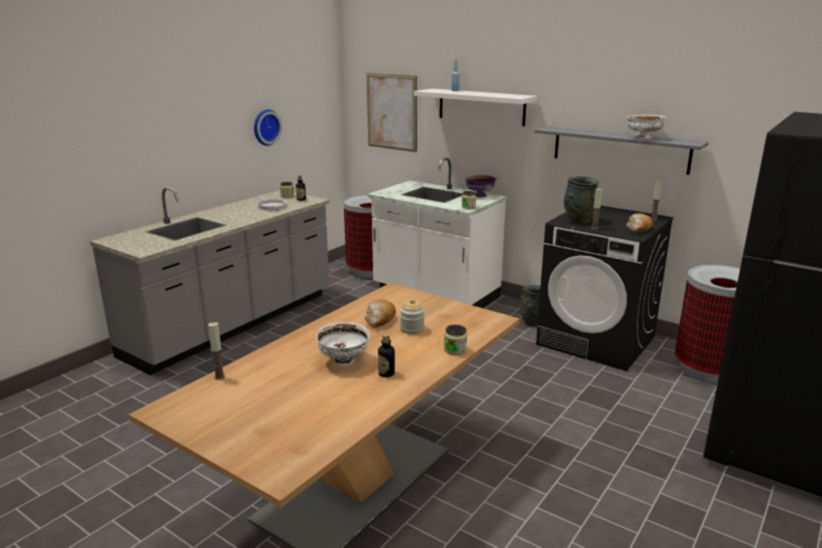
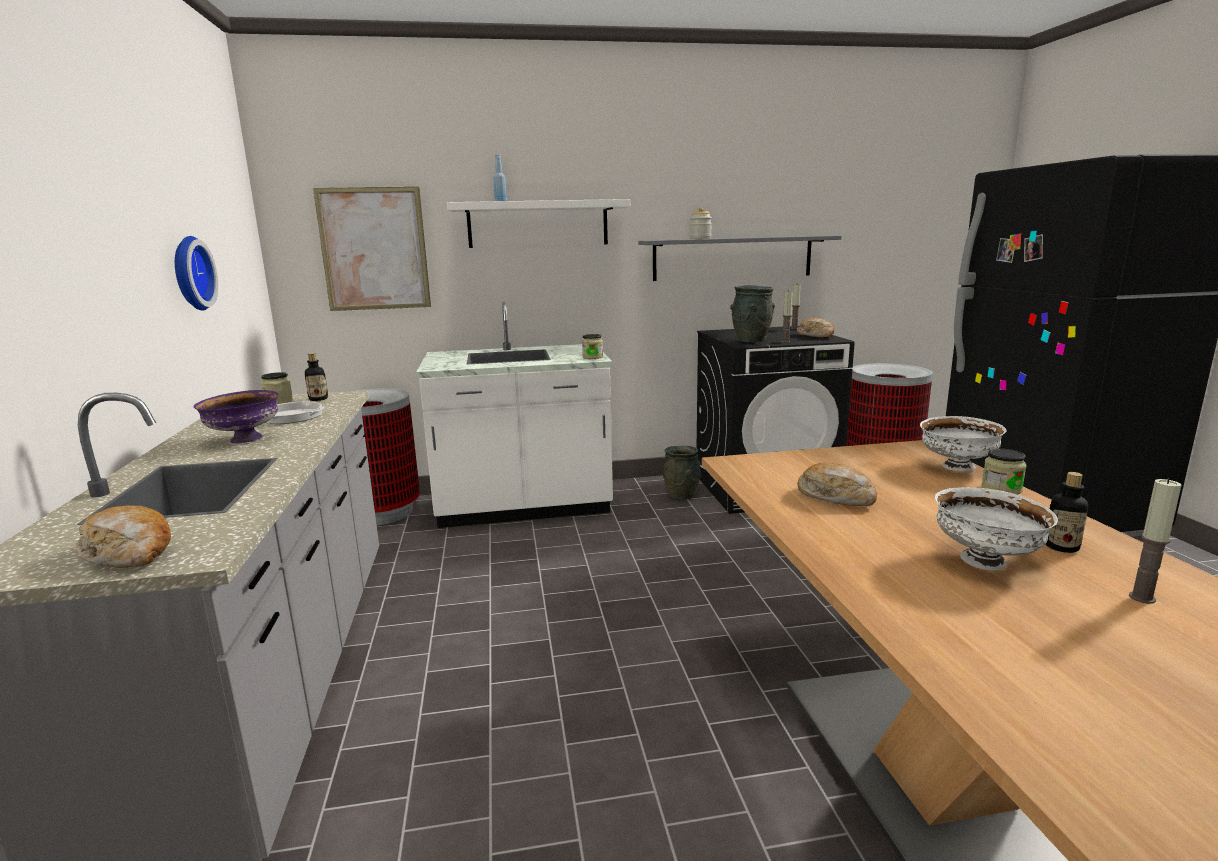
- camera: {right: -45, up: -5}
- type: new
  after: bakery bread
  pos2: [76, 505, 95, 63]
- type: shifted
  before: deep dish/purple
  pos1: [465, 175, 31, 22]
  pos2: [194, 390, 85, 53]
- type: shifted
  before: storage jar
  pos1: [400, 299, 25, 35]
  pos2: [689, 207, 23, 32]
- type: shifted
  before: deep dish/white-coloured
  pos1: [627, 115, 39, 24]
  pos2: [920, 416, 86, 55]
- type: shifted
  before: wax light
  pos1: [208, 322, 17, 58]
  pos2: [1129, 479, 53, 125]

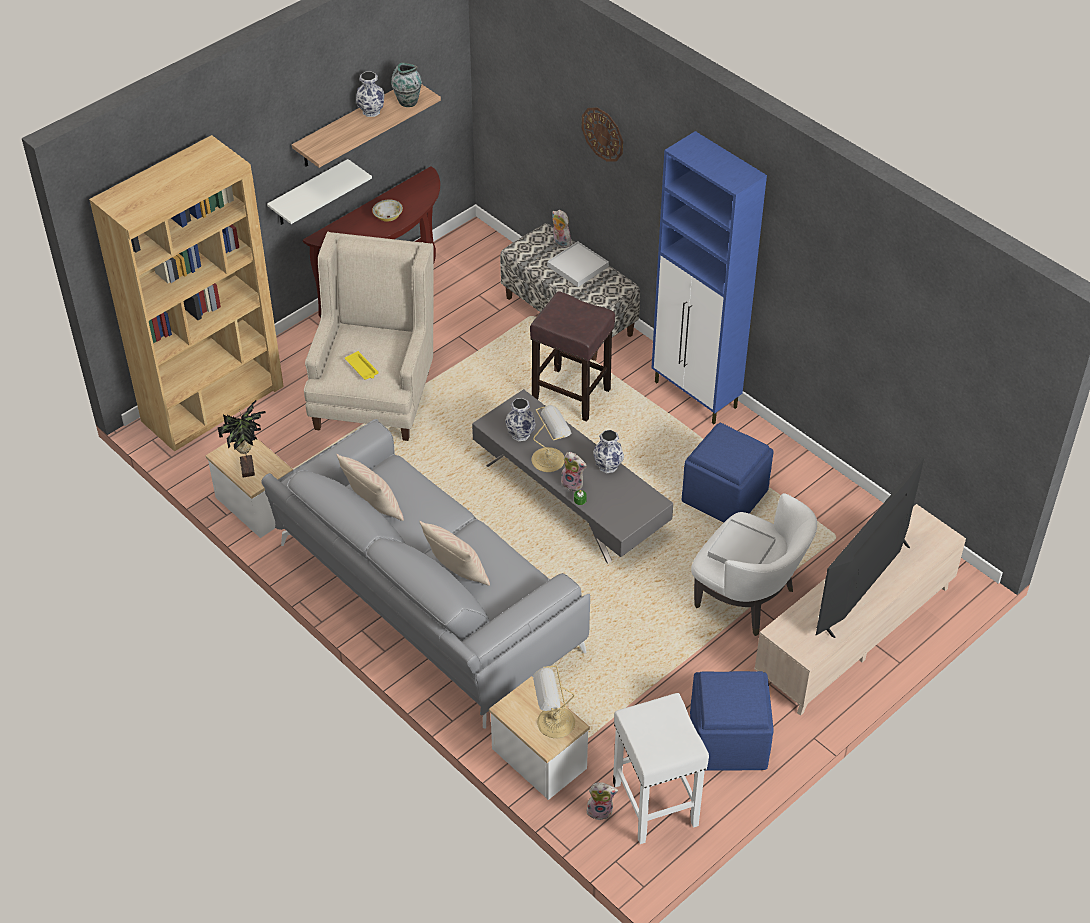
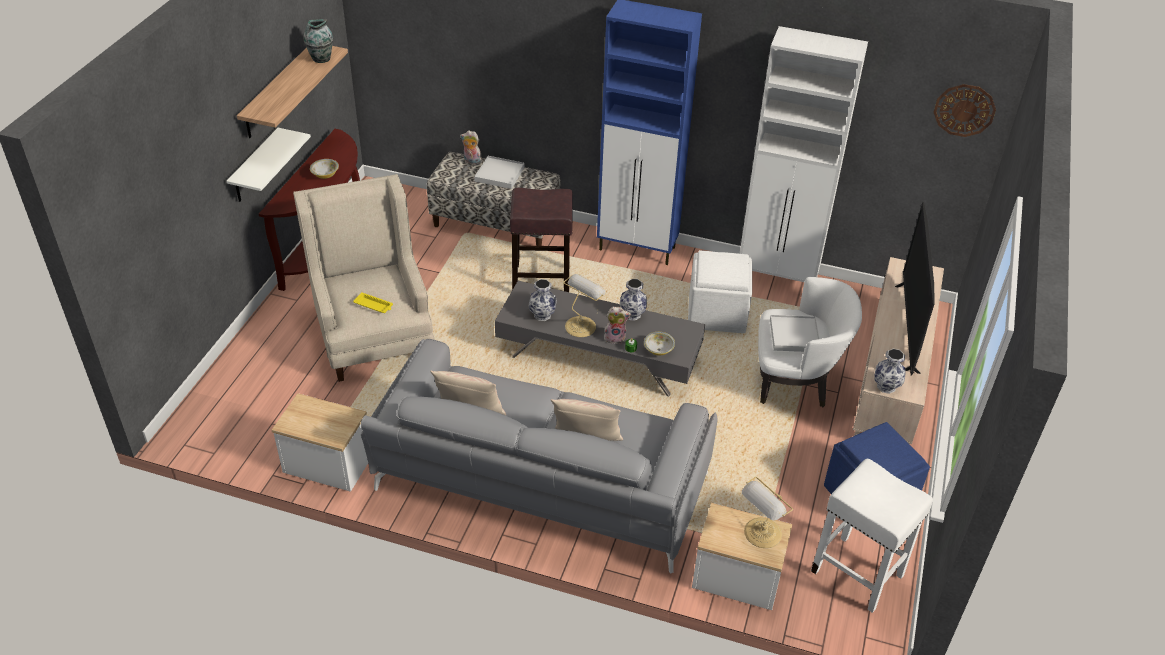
- camera: {right: -30, up: -5}
- type: new
  after: deep dish
  pos2: [644, 332, 31, 24]
- type: repainted
  before: footrest/blue
  after: footrest/white-coloured
  pos1: [681, 423, 92, 100]
  pos2: [688, 250, 64, 83]
- type: new
  after: cabinet/white-coloured
  pos2: [740, 26, 128, 256]
- type: shifted
  before: vase
  pos1: [356, 72, 29, 45]
  pos2: [875, 349, 31, 45]
- type: shifted
  before: hanging clock
  pos1: [582, 107, 41, 54]
  pos2: [934, 84, 62, 53]
- type: gone
  before: bookshelf/brownish
  pos1: [89, 135, 195, 317]
- type: gone
  before: houseplant
  pos1: [218, 400, 48, 77]
- type: gone
  before: plush toy
  pos1: [587, 782, 31, 38]

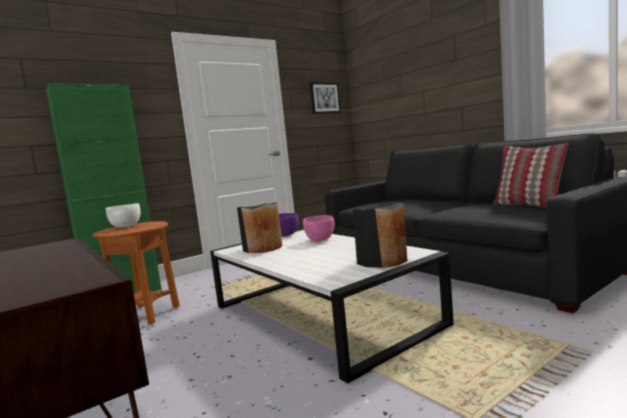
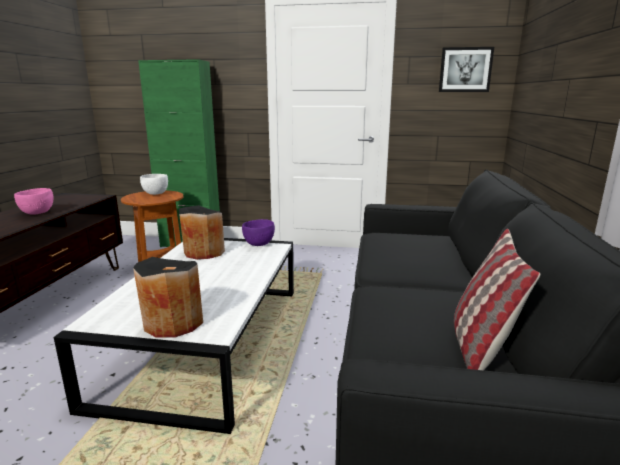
- camera: {right: 45, up: 10}
- type: shifted
  before: deep dish/pink
  pos1: [303, 215, 31, 27]
  pos2: [14, 188, 39, 27]

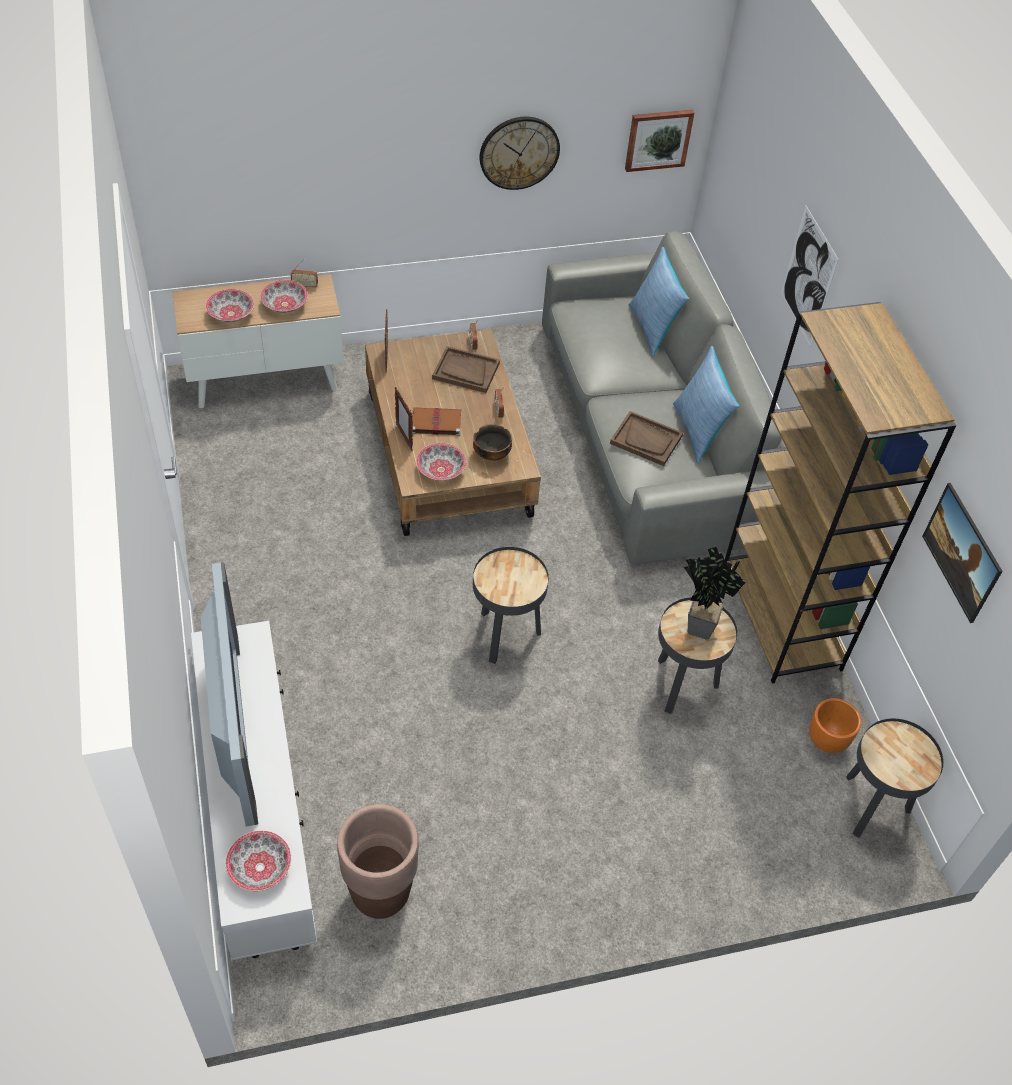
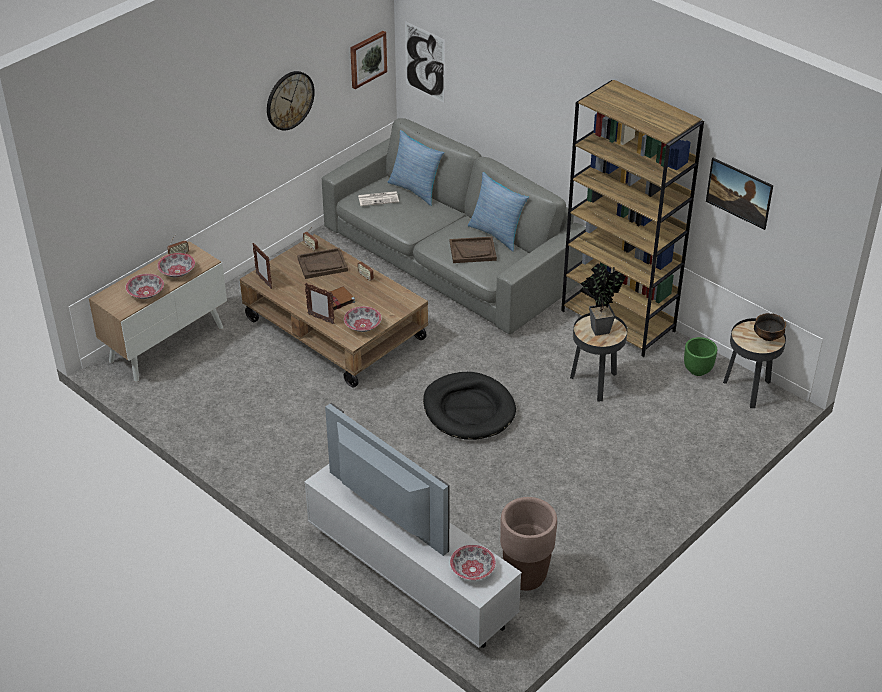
- camera: {right: -30, up: -10}
- type: new
  after: printed paper
  pos2: [358, 191, 41, 15]
- type: shifted
  before: picture
  pos1: [781, 206, 58, 141]
  pos2: [405, 21, 40, 82]
- type: swapped
  before: end table/black-coloured
  after: dog bed/black-coloured
  pos1: [473, 547, 76, 117]
  pos2: [423, 372, 93, 68]
- type: repainted
  before: planter/orange
  after: planter/green
  pos1: [809, 698, 52, 55]
  pos2: [684, 337, 33, 39]
- type: shifted
  before: deep dish
  pos1: [473, 424, 39, 37]
  pos2: [754, 313, 32, 28]

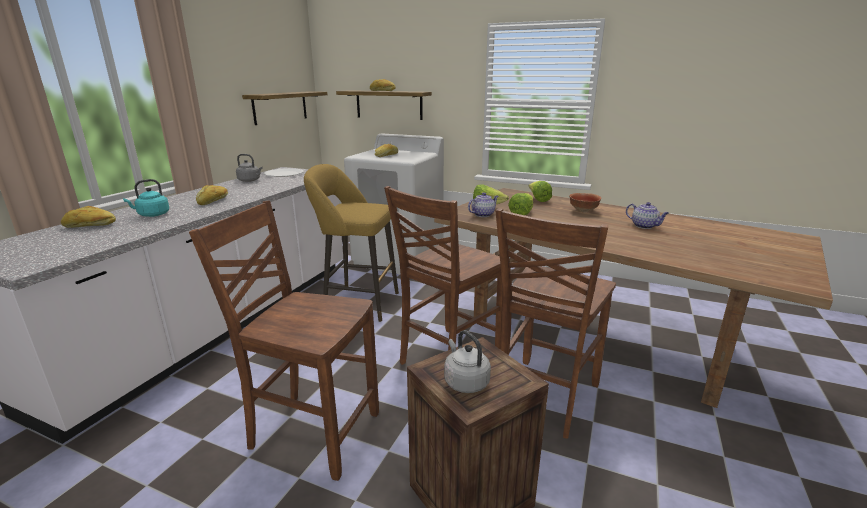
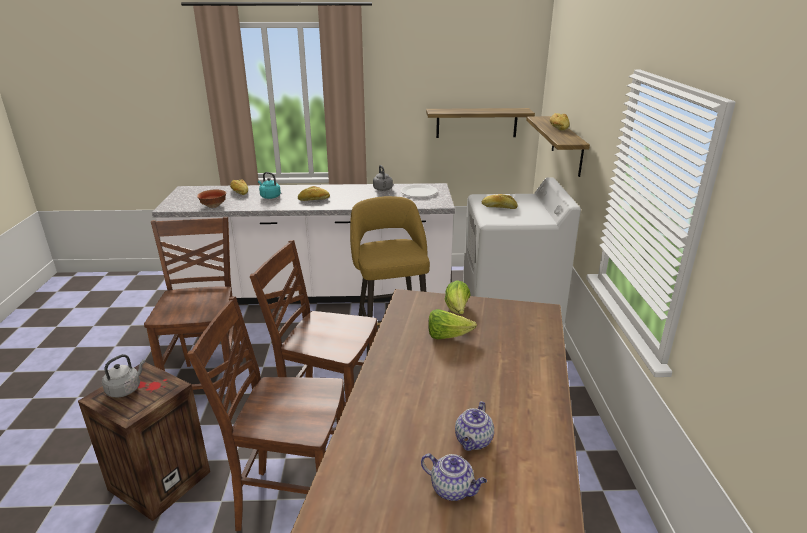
- camera: {right: 65, up: 5}
- type: shifted
  before: deep dish
  pos1: [569, 193, 33, 19]
  pos2: [197, 189, 29, 19]
- type: shifted
  before: pot for tea
  pos1: [468, 192, 31, 25]
  pos2: [421, 454, 66, 47]
- type: gone
  before: head of lettuce
  pos1: [528, 181, 24, 21]

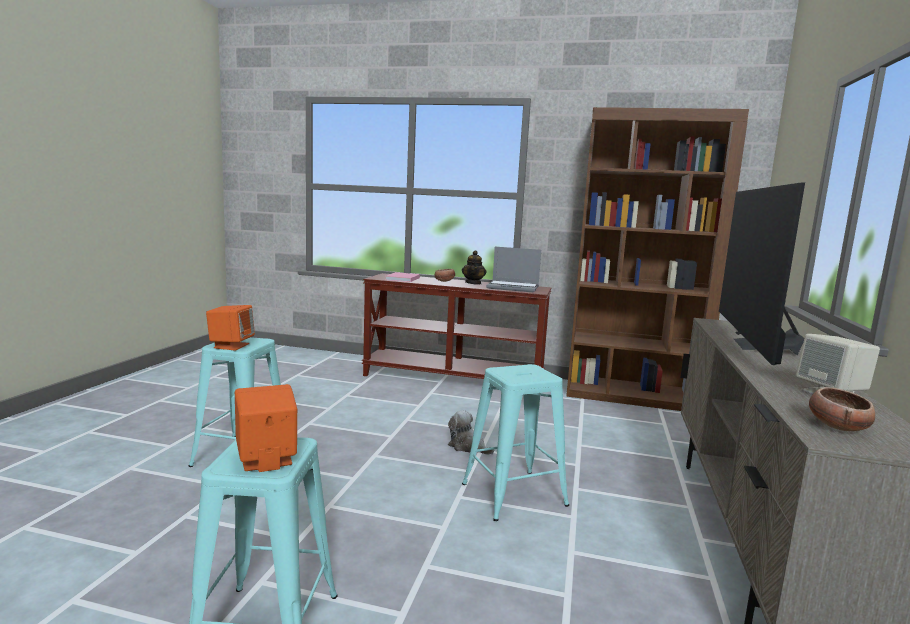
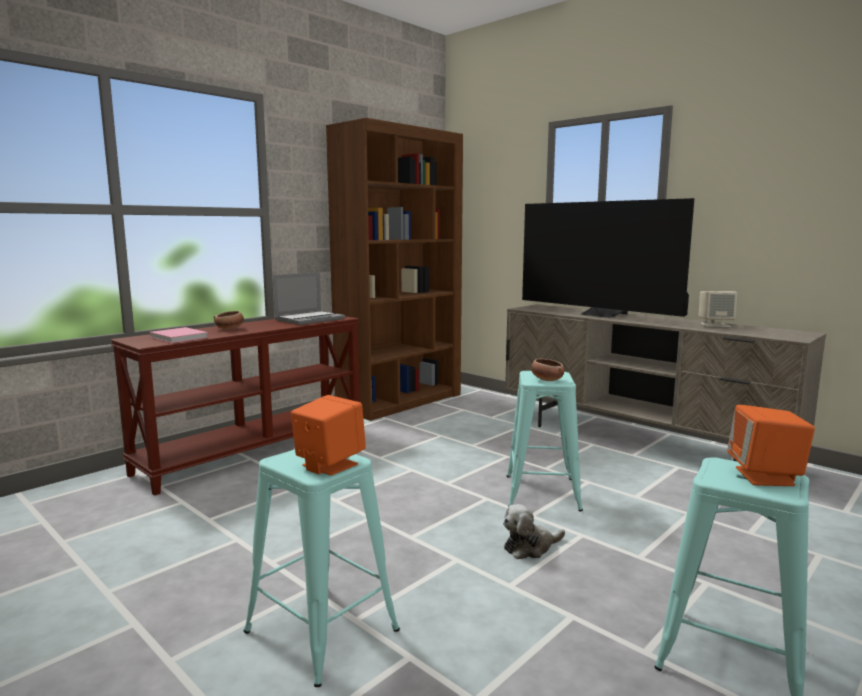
- camera: {right: -60, up: 0}
- type: shifted
  before: plush toy
  pos1: [448, 410, 46, 45]
  pos2: [503, 504, 62, 55]
- type: shifted
  before: deep dish
  pos1: [809, 387, 66, 44]
  pos2: [531, 359, 33, 22]
- type: gone
  before: pot for tea
  pos1: [462, 250, 24, 35]

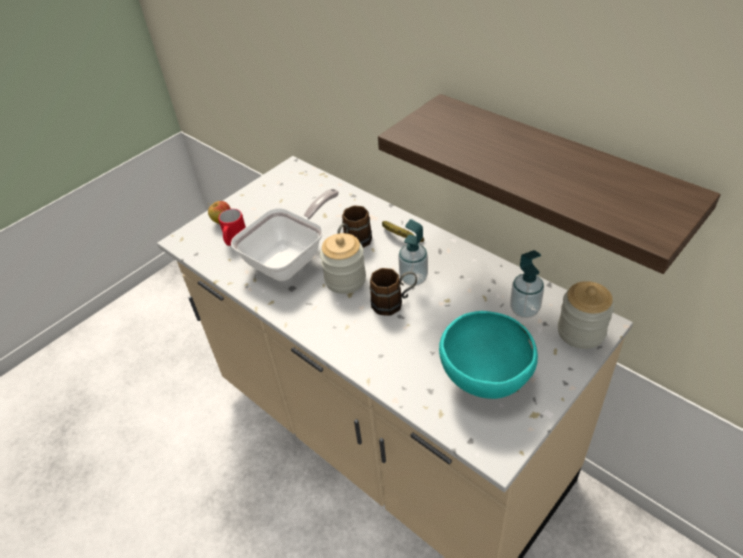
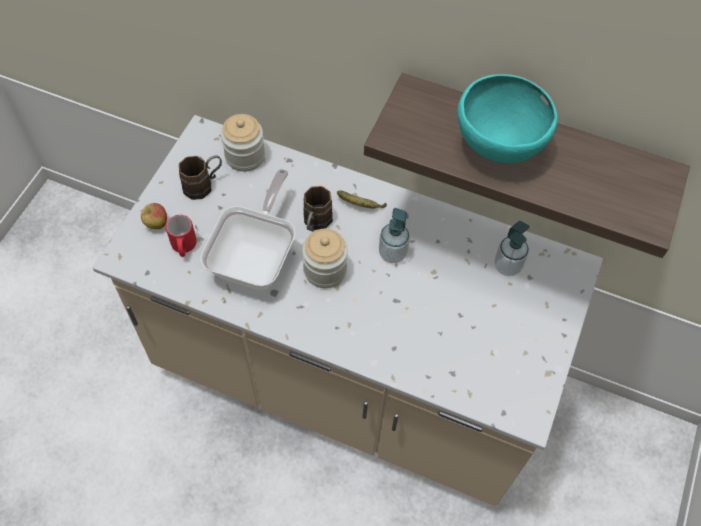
- camera: {right: -25, up: 15}
- type: shifted
  before: coffee mug/brownish
  pos1: [370, 268, 47, 48]
  pos2: [179, 155, 43, 45]
- type: shifted
  before: storage jar
  pos1: [558, 281, 56, 68]
  pos2: [221, 114, 44, 57]
- type: shifted
  before: deep dish/turquoise-coloured
  pos1: [439, 311, 99, 88]
  pos2: [457, 74, 101, 89]

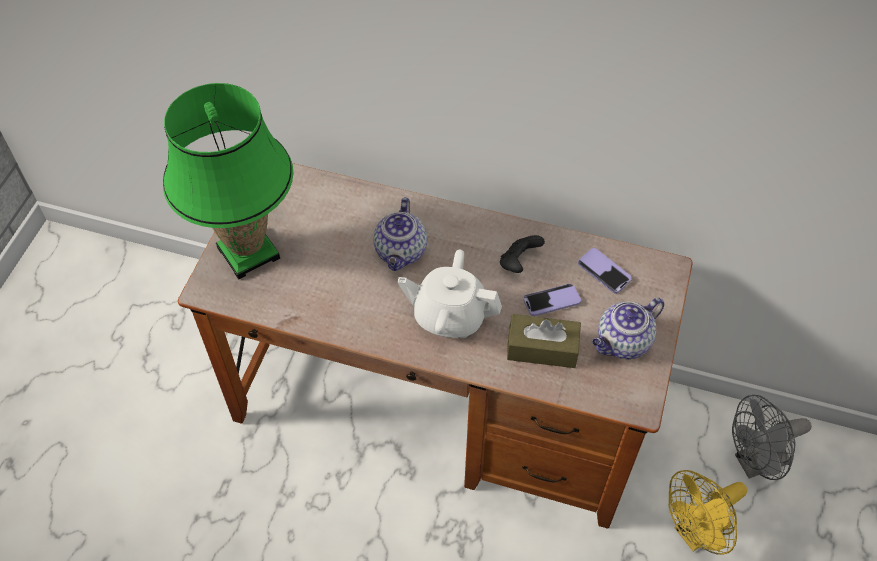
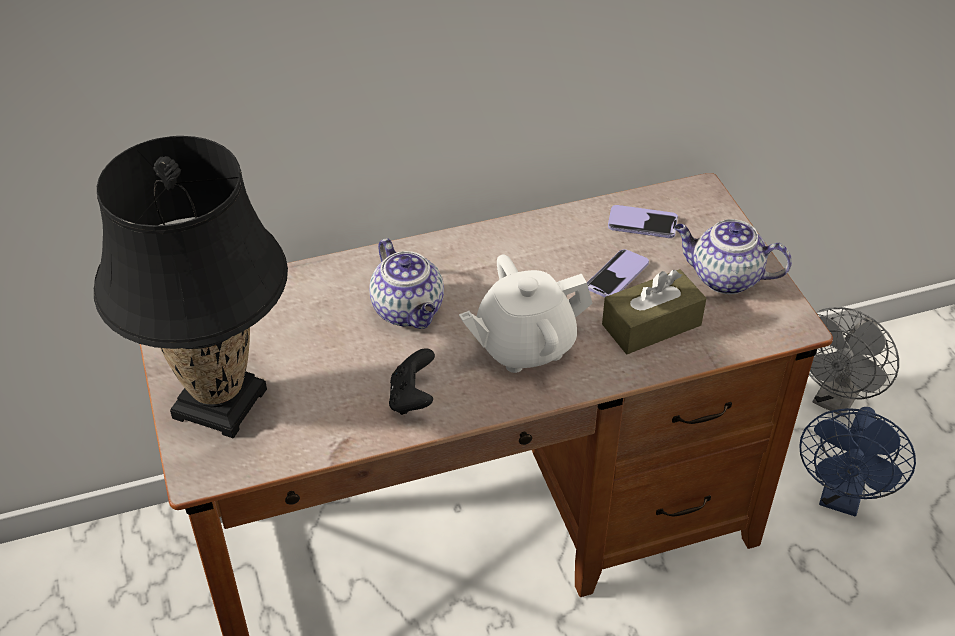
- camera: {right: -35, up: -10}
- type: repainted
  before: tabletop lamp/green
  after: tabletop lamp/black-coloured
  pos1: [163, 83, 130, 197]
  pos2: [94, 136, 194, 302]
- type: shifted
  before: gamepad/black-coloured
  pos1: [500, 235, 45, 38]
  pos2: [389, 348, 46, 67]
- type: rotated
  before: pot for tea
  pos1: [592, 298, 72, 61]
  pos2: [674, 219, 118, 75]
  turn: 90
- type: repainted
  before: cooling fan/yellow-coloured
  after: cooling fan/blue
  pos1: [669, 470, 78, 85]
  pos2: [799, 407, 117, 110]

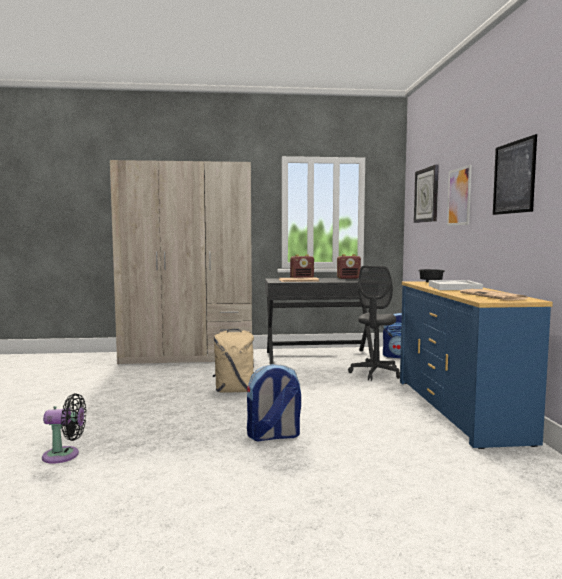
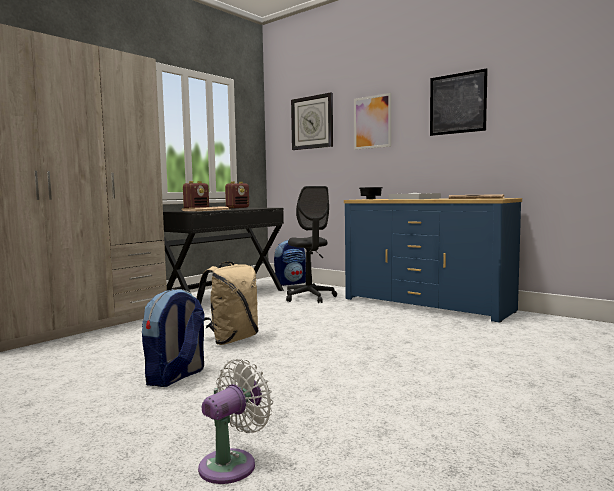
- camera: {right: -45, up: 0}
- type: shifted
  before: knapsack
  pos1: [247, 364, 54, 77]
  pos2: [142, 289, 63, 98]
- type: repainted
  before: cooling fan/black-coloured
  after: cooling fan/white-coloured
  pos1: [42, 393, 44, 71]
  pos2: [198, 358, 75, 126]

